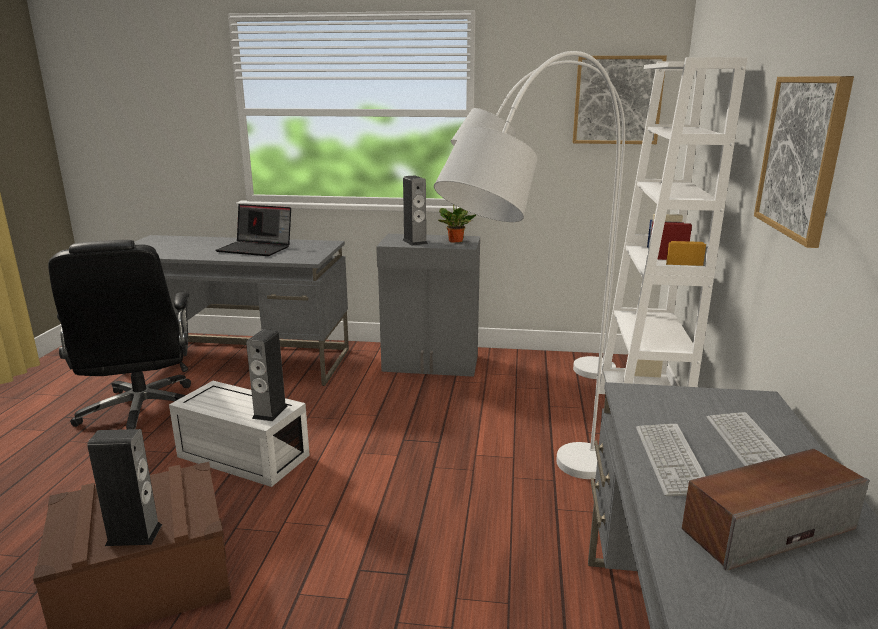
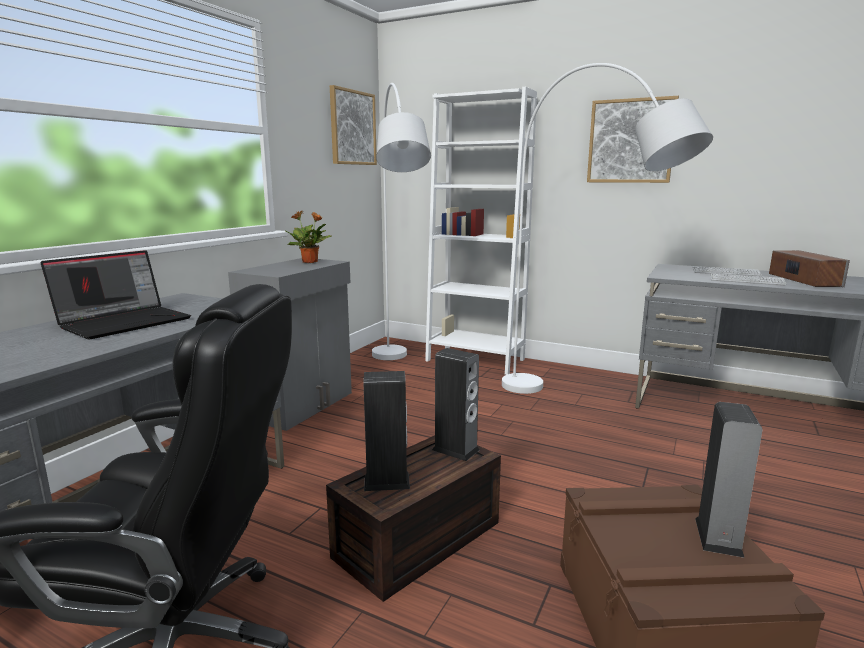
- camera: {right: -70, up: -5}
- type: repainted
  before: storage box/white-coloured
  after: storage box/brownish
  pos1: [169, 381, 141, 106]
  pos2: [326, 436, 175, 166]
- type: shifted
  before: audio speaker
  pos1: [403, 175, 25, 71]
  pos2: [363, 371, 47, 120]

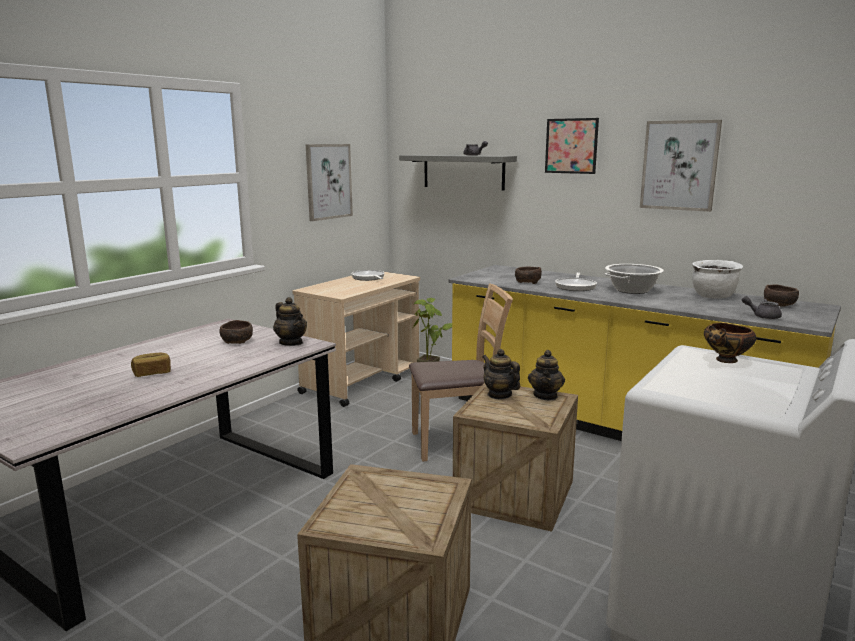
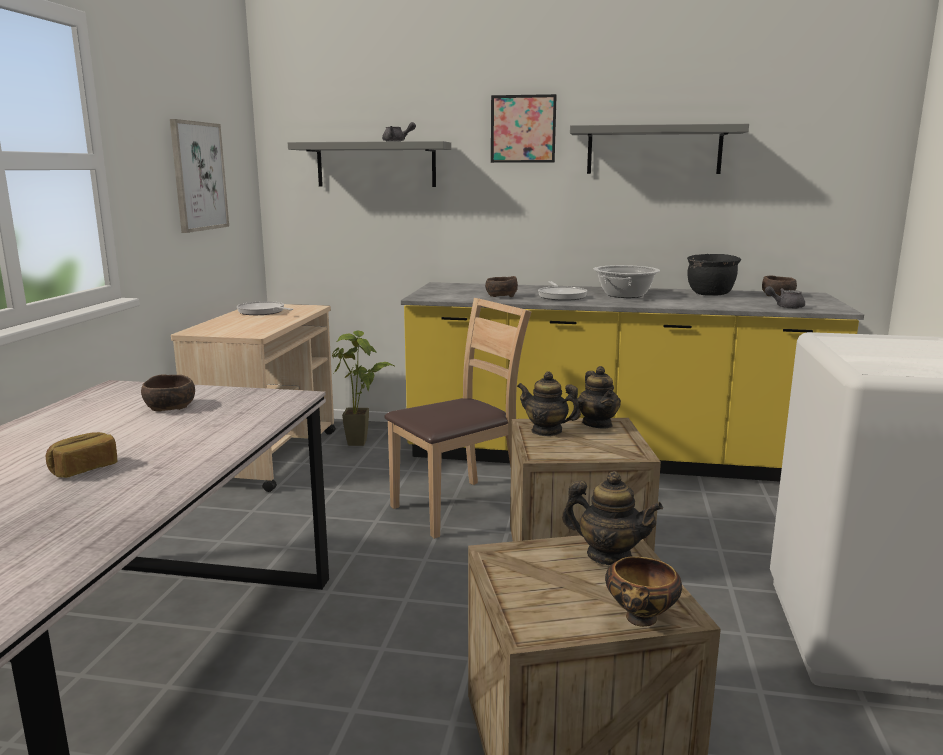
- camera: {right: -25, up: 0}
- type: shifted
  before: pot for tea
  pos1: [273, 297, 34, 49]
  pos2: [562, 471, 101, 94]
- type: swapped
  before: picture
  after: shelf/gray
  pos1: [640, 120, 82, 92]
  pos2: [570, 124, 179, 50]
- type: shifted
  before: deep dish
  pos1: [704, 323, 52, 40]
  pos2: [605, 557, 77, 70]
- type: repainted
  before: stockpot/white-coloured
  after: stockpot/black-coloured
  pos1: [692, 260, 51, 39]
  pos2: [687, 254, 54, 42]

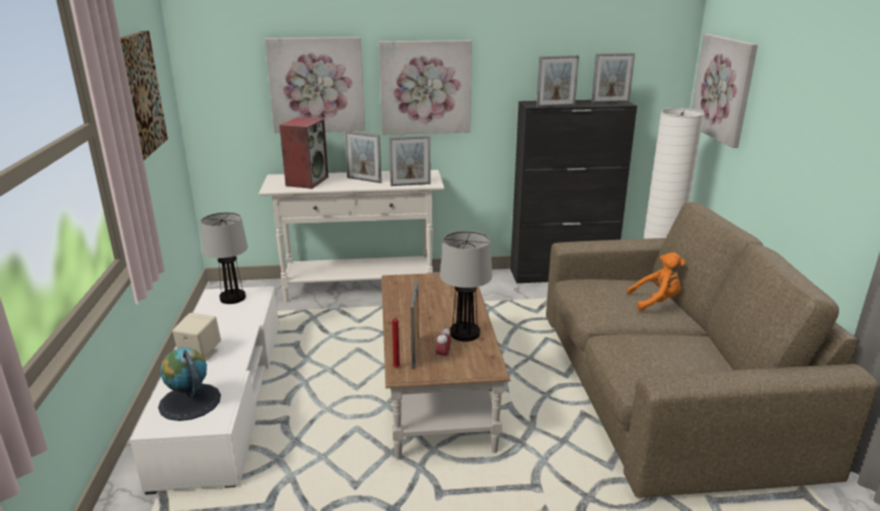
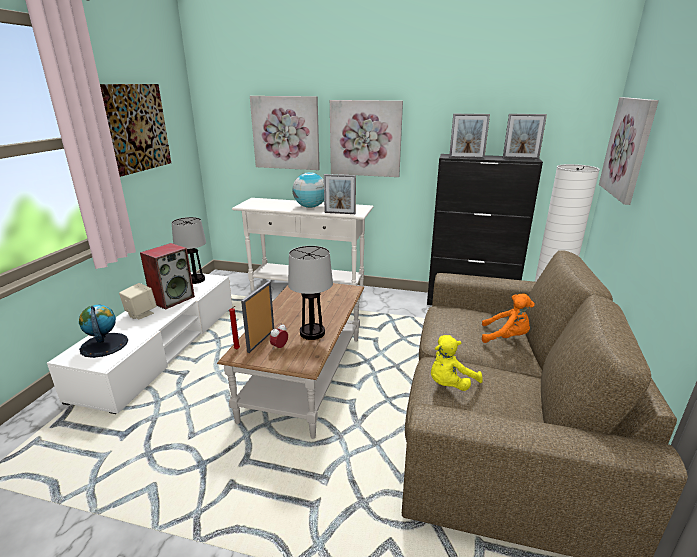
- camera: {right: 20, up: 0}
- type: shifted
  before: audio speaker
  pos1: [279, 117, 50, 72]
  pos2: [140, 243, 55, 67]
- type: swapped
  before: photo frame
  after: world globe
  pos1: [344, 131, 38, 52]
  pos2: [292, 172, 32, 36]
- type: new
  after: plush toy/yellow-coloured
  pos2: [431, 335, 52, 56]

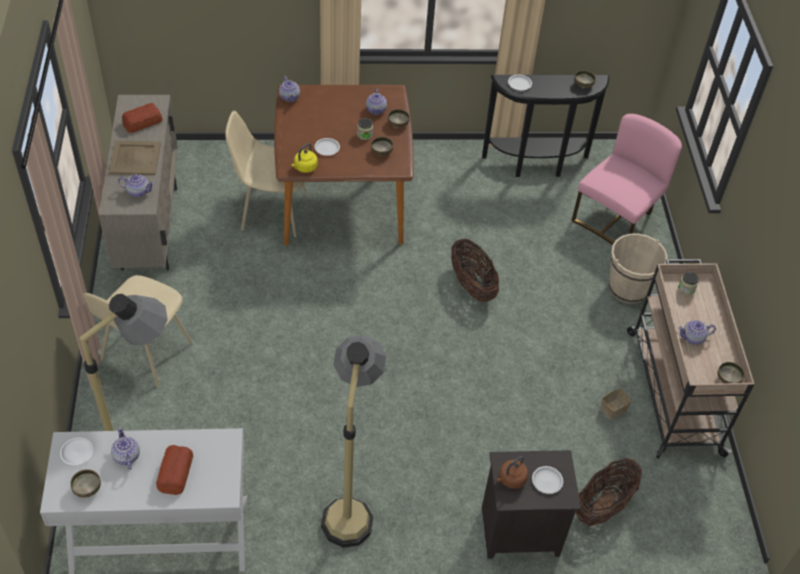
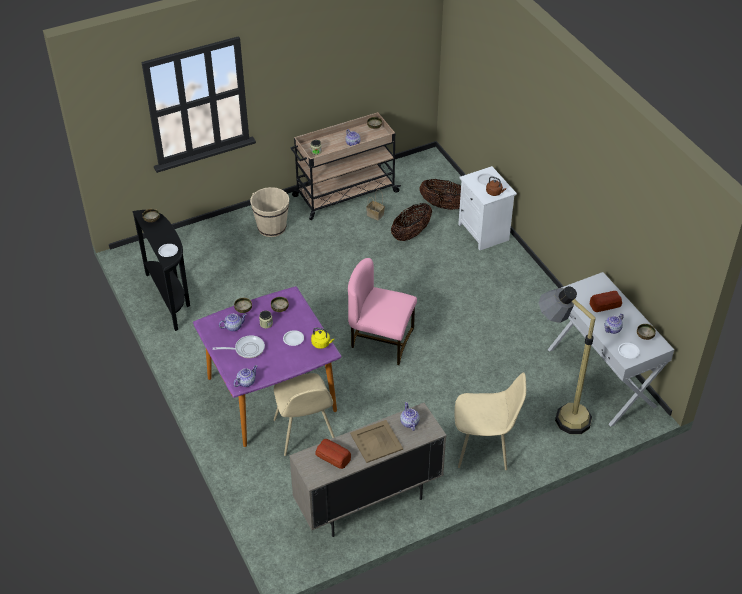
- camera: {right: -110, up: -5}
- type: repainted
  before: kitchen table/brownish
  after: kitchen table/purple
  pos1: [274, 85, 140, 161]
  pos2: [193, 286, 149, 161]
- type: new
  after: skillet
  pos2: [213, 335, 52, 23]
- type: shifted
  before: plain chair/pink
  pos1: [572, 114, 110, 131]
  pos2: [348, 258, 69, 107]
- type: shifted
  before: storage basket
  pos1: [451, 239, 48, 63]
  pos2: [391, 203, 41, 38]
- type: repainted
  before: bedside table/black-coloured
  after: bedside table/white-coloured
  pos1: [482, 450, 99, 109]
  pos2: [458, 166, 59, 84]
- type: gone
  before: floor lamp
  pos1: [321, 335, 65, 213]

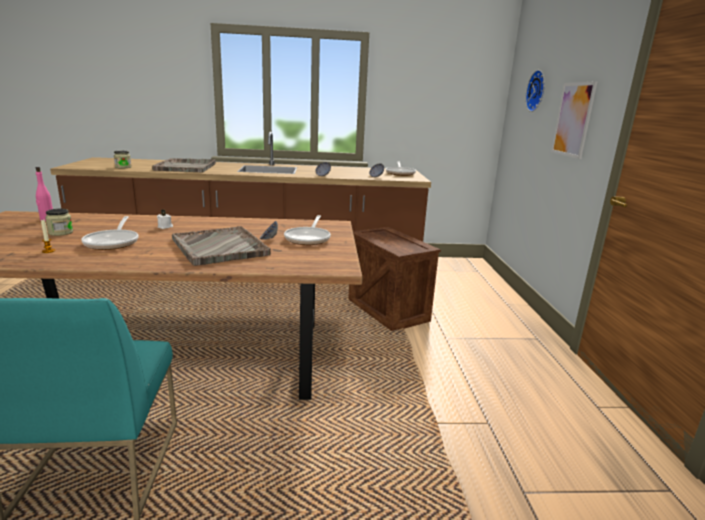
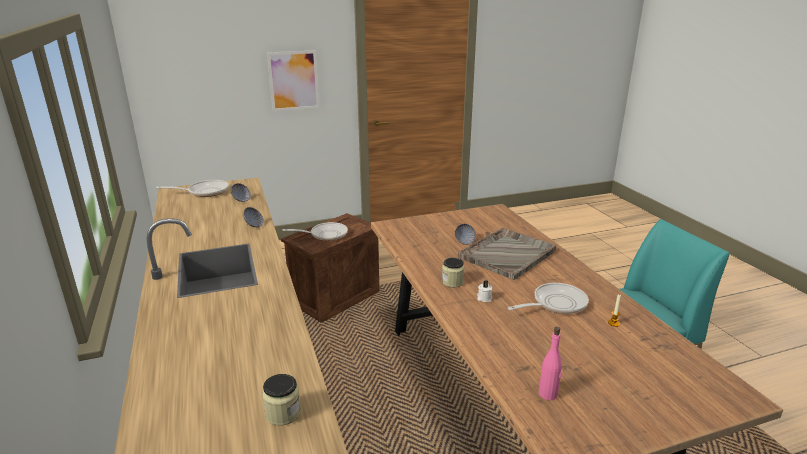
- camera: {right: -105, up: 5}
- type: shifted
  before: skillet
  pos1: [284, 215, 47, 30]
  pos2: [283, 222, 65, 19]
- type: shifted
  before: storage jar
  pos1: [45, 209, 28, 27]
  pos2: [442, 257, 23, 31]
- type: gone
  before: tray/gray
  pos1: [152, 158, 64, 14]
- type: gone
  before: hanging clock
  pos1: [525, 70, 20, 42]

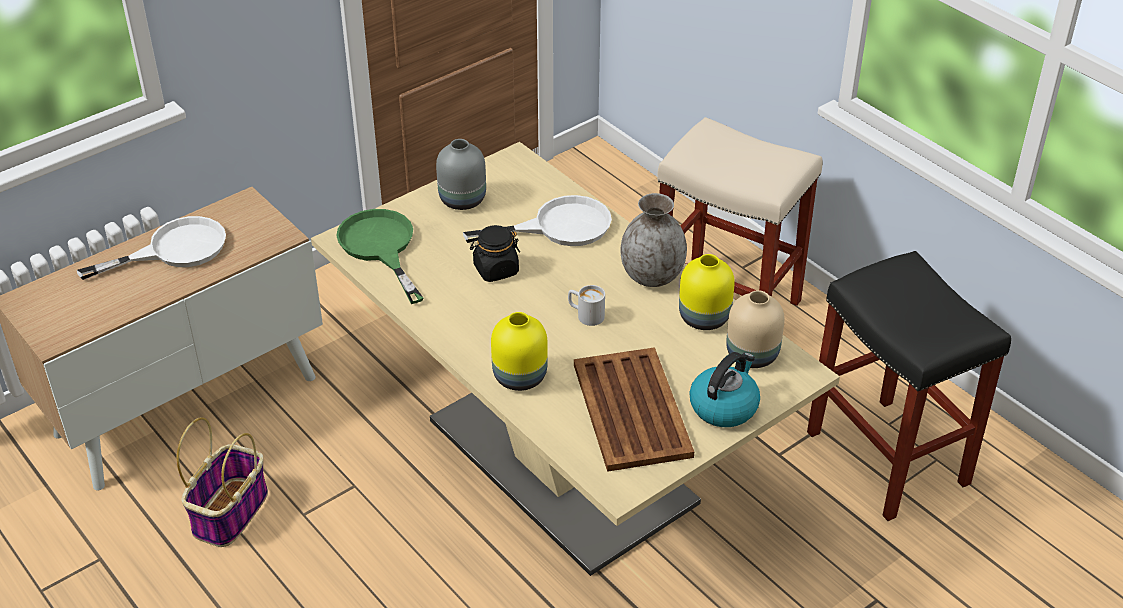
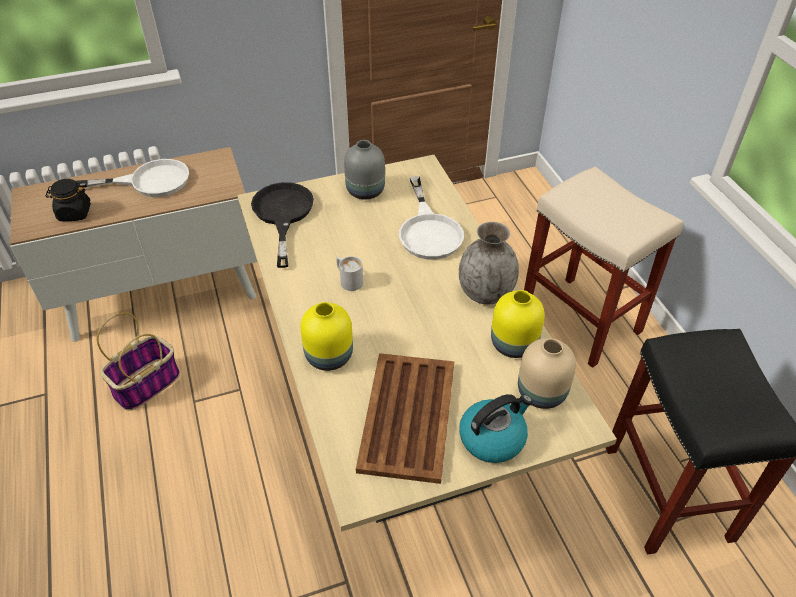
- camera: {right: 20, up: 5}
- type: shifted
  before: storage jar/black-coloured
  pos1: [470, 225, 50, 57]
  pos2: [45, 179, 46, 42]
- type: repainted
  before: skillet/green
  after: skillet/black-coloured
  pos1: [336, 209, 87, 95]
  pos2: [251, 182, 63, 86]
- type: shifted
  before: coffee mug/white-coloured
  pos1: [568, 285, 37, 41]
  pos2: [336, 256, 27, 35]
- type: rotated
  before: skillet/white-coloured
  pos1: [463, 195, 149, 51]
  pos2: [399, 176, 65, 84]
  turn: 75

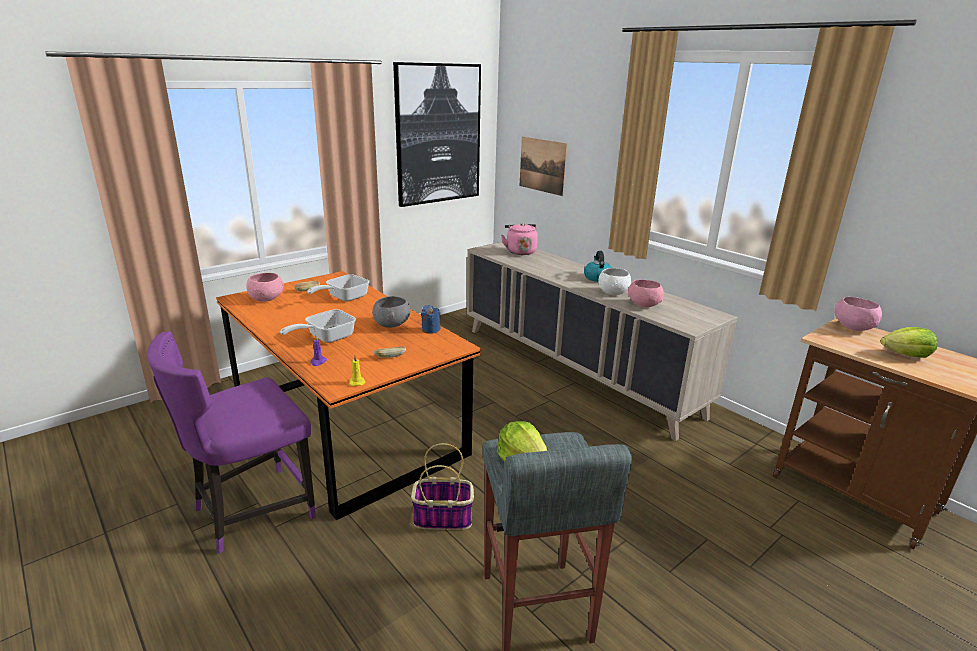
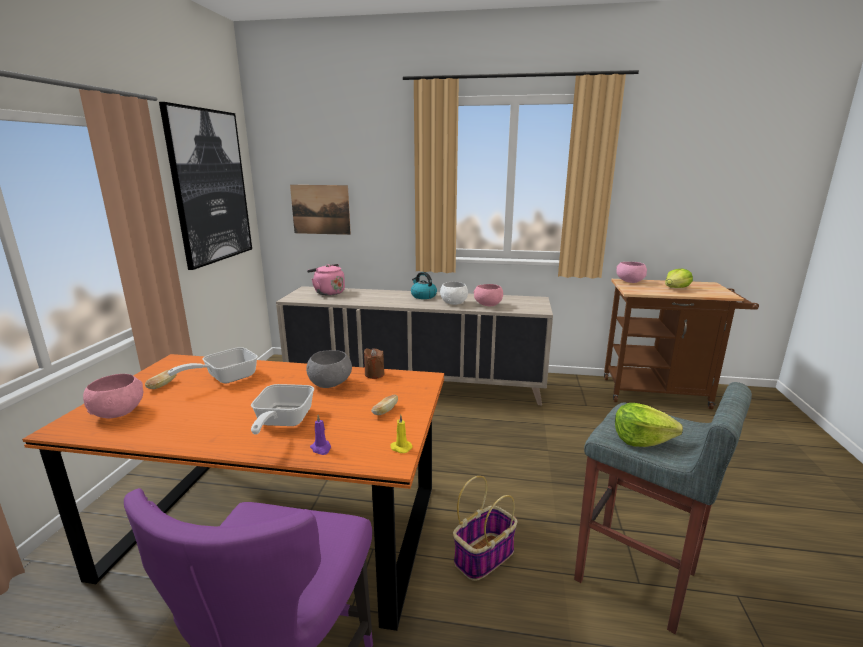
- camera: {right: -40, up: -5}
- type: rotated
  before: skillet
  pos1: [307, 274, 63, 27]
  pos2: [168, 347, 90, 37]
  turn: 45
- type: repainted
  before: wax light/blue
  after: wax light/brownish
  pos1: [421, 305, 20, 29]
  pos2: [364, 348, 20, 31]

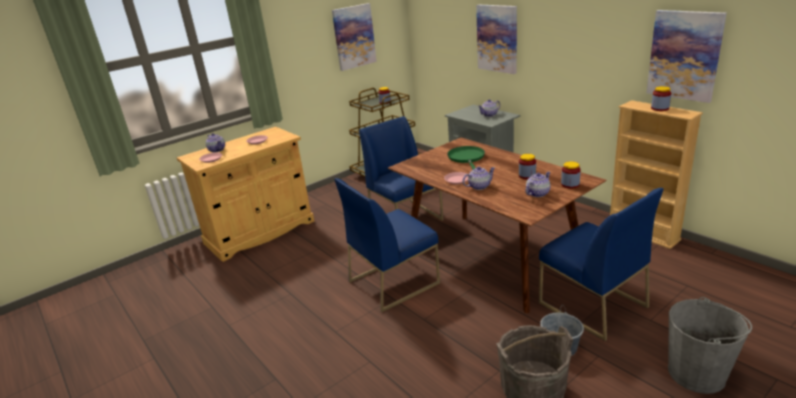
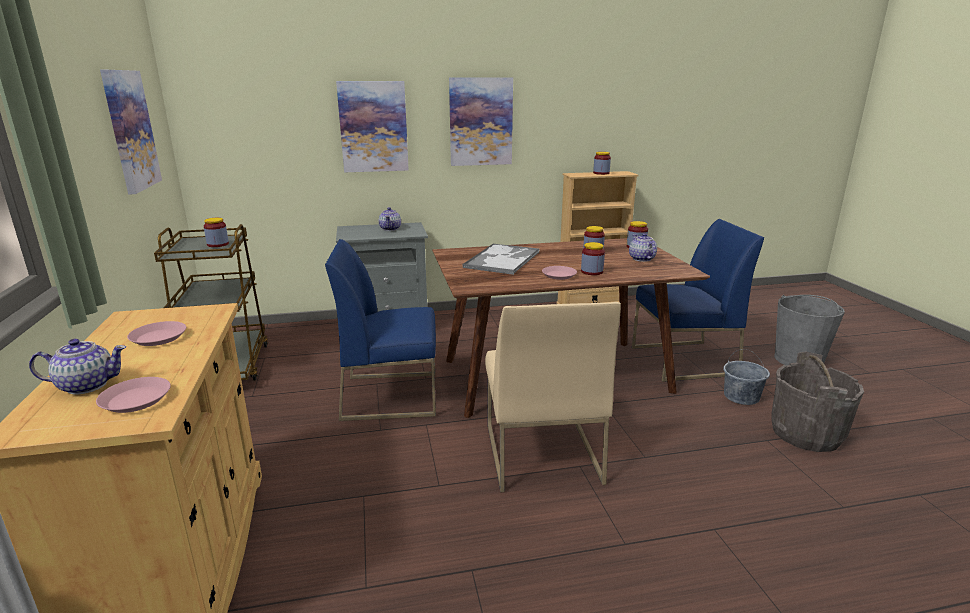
- camera: {right: -65, up: -5}
- type: shifted
  before: picture
  pos1: [646, 10, 81, 93]
  pos2: [449, 77, 64, 89]
- type: swapped
  before: skillet/green
  after: tray
  pos1: [447, 146, 38, 23]
  pos2: [462, 243, 77, 32]
- type: repainted
  before: plain chair/blue
  after: plain chair/sand-coloured
  pos1: [334, 178, 106, 134]
  pos2: [485, 302, 136, 190]
- type: swapped
  before: pot for tea
  after: storage jar
  pos1: [463, 166, 32, 24]
  pos2: [581, 242, 24, 33]

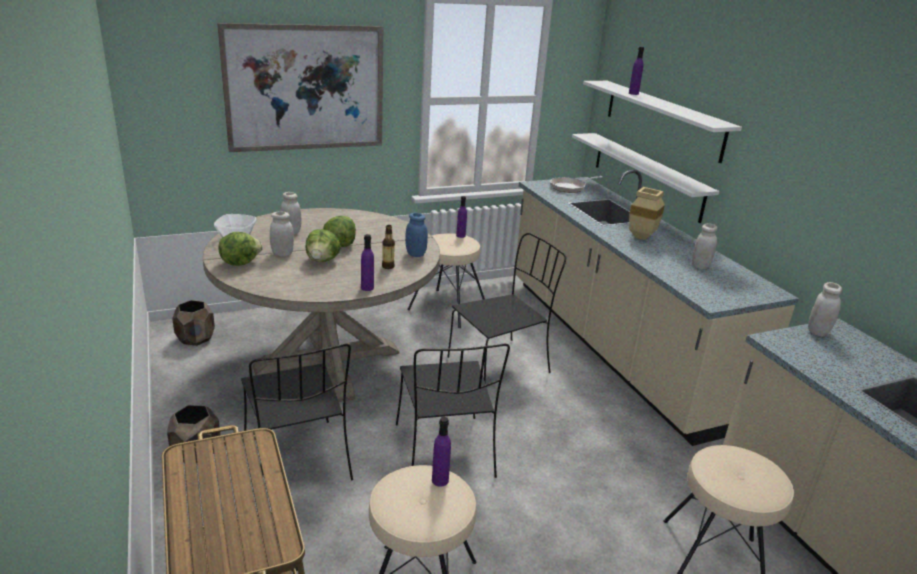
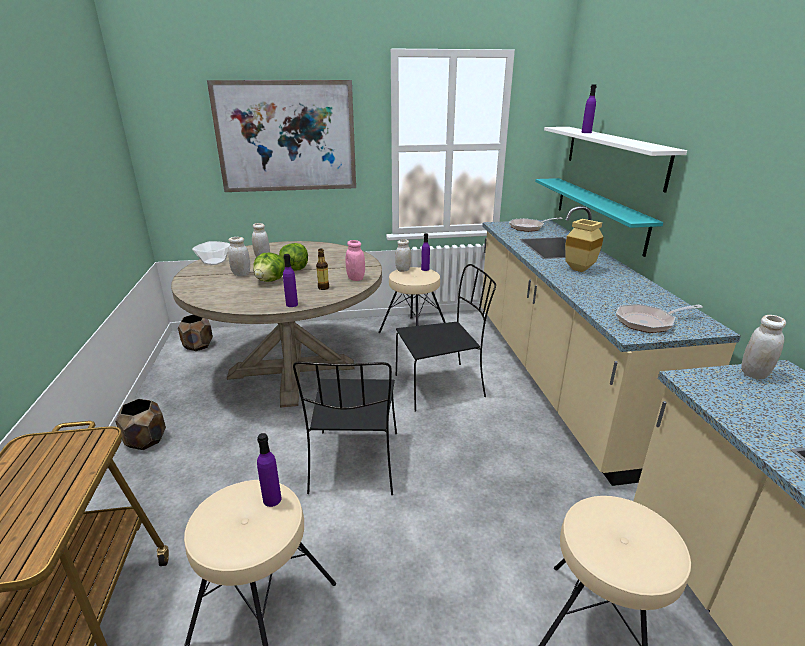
- camera: {right: 15, up: 0}
- type: repainted
  before: storage jar/blue
  after: storage jar/pink
  pos1: [405, 213, 23, 44]
  pos2: [346, 240, 19, 41]
- type: shifted
  before: storage jar/white-coloured
  pos1: [692, 223, 25, 46]
  pos2: [395, 239, 16, 33]
- type: repainted
  before: shelf/white-coloured
  after: shelf/turquoise-coloured
  pos1: [572, 133, 147, 90]
  pos2: [535, 178, 128, 79]
- type: new
  after: skillet
  pos2: [616, 304, 87, 29]
- type: gone
  before: head of lettuce
  pos1: [218, 232, 45, 34]
- type: gone
  before: plain chair/black-coloured
  pos1: [241, 344, 112, 136]

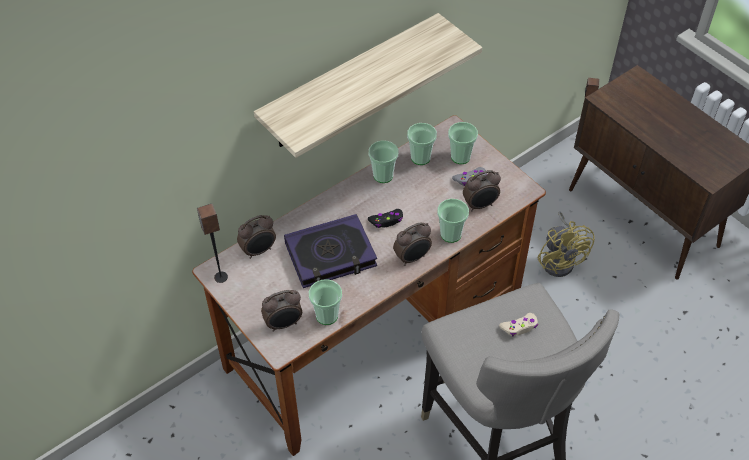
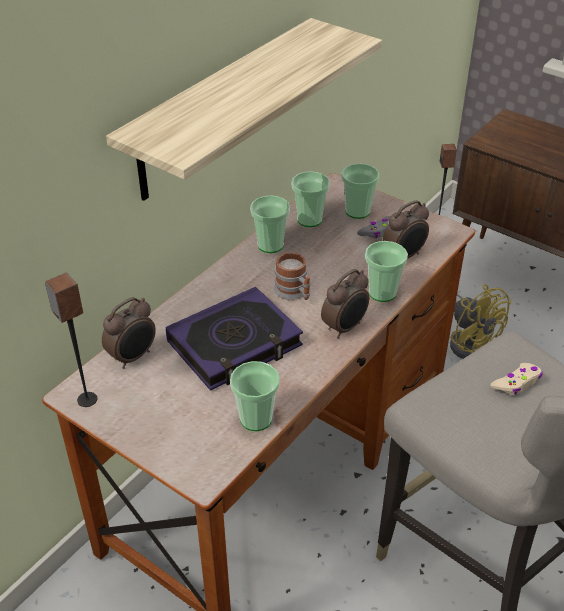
- camera: {right: -15, up: -10}
- type: swapped
  before: gamepad/black-coloured
  after: coffee mug
  pos1: [368, 209, 35, 19]
  pos2: [274, 252, 36, 48]
- type: gone
  before: alarm clock
  pos1: [261, 290, 41, 42]

